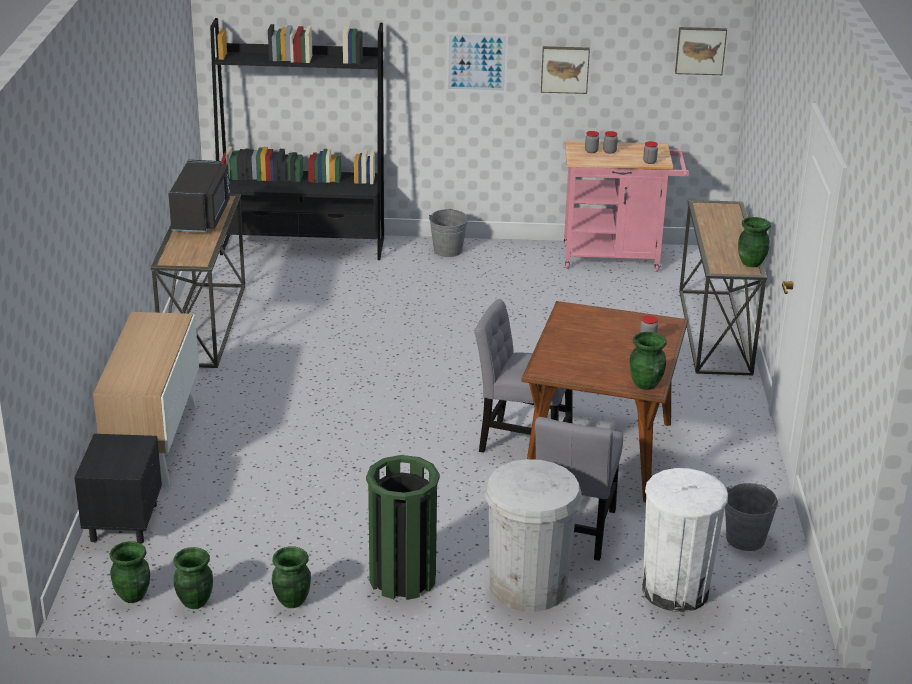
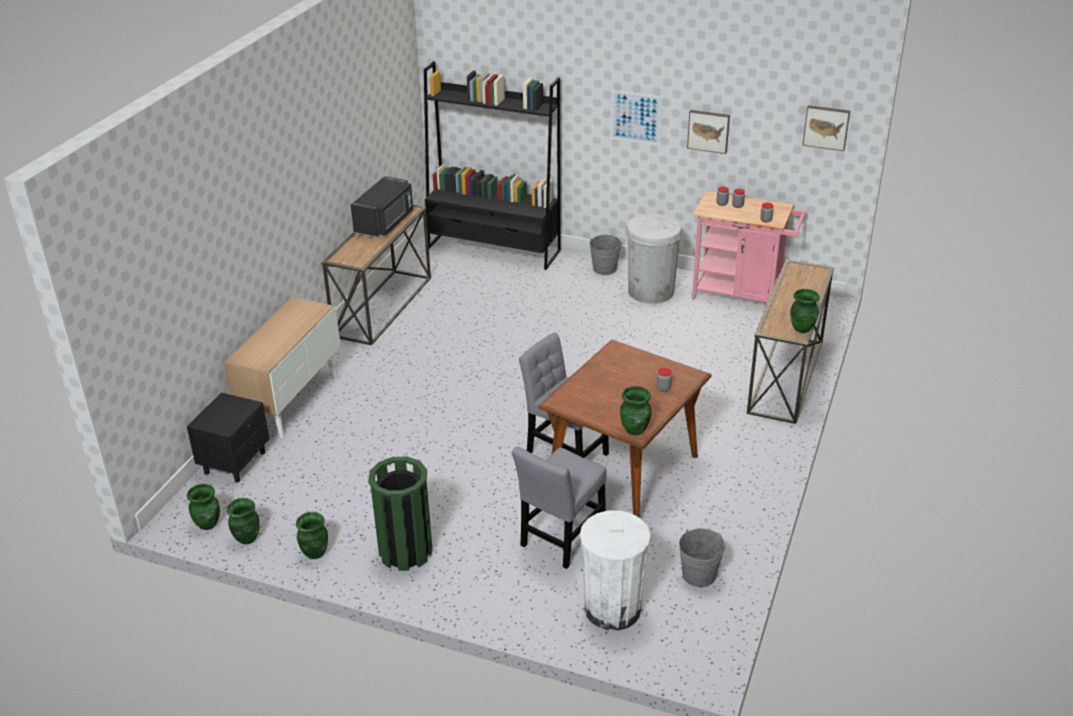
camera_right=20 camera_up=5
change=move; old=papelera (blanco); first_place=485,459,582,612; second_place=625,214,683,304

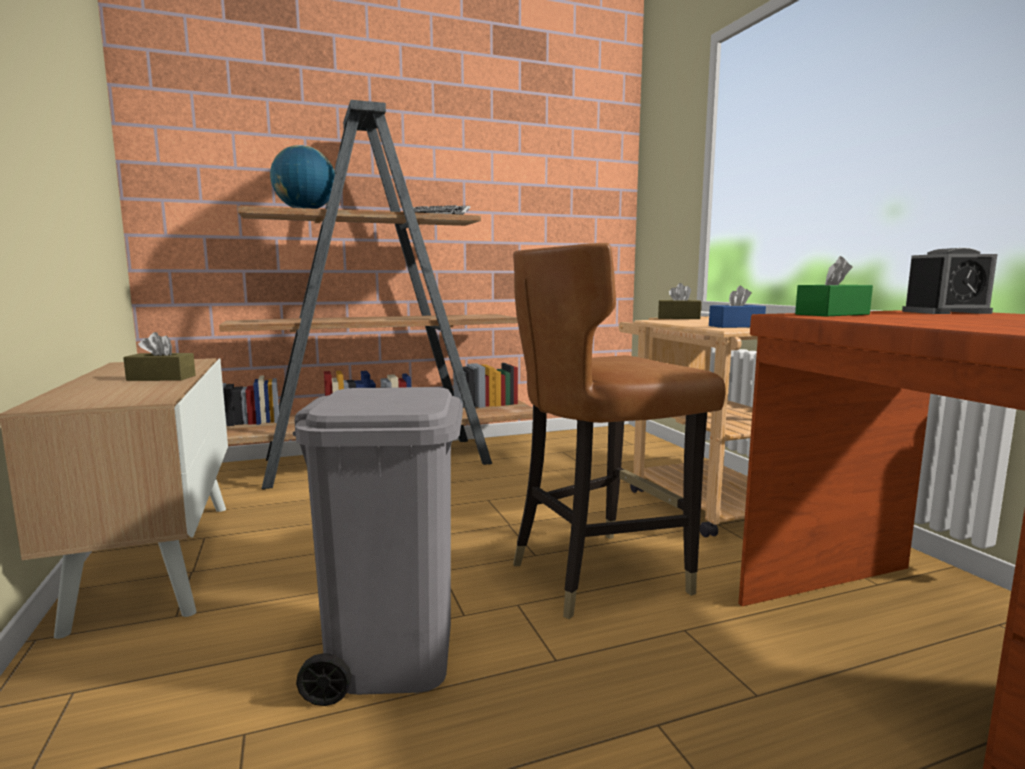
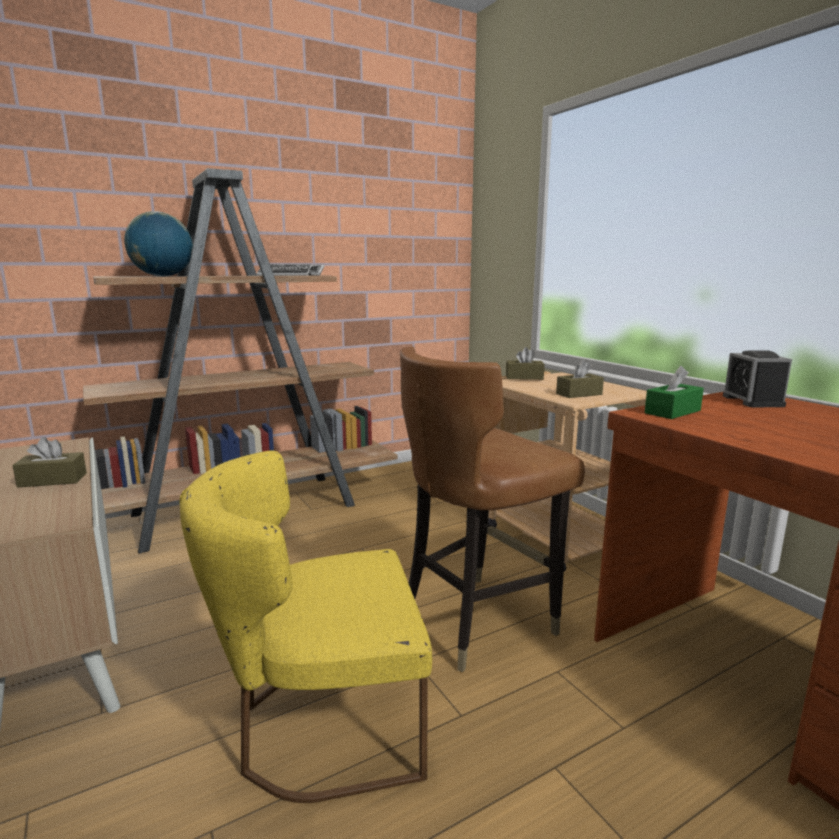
camera_right=-10 camera_up=5
change=rotate; old=despertador; first_place=902,248,997,314; second_place=723,350,792,407; degrees=105
change=recolor; old=caja de pañuelos (azul); new=caja de pañuelos (marrón); first_place=709,286,766,328; second_place=556,360,604,398
change=replace; old=papelera (gris); new=silla (amarillo); first_place=293,387,463,706; second_place=179,450,432,803

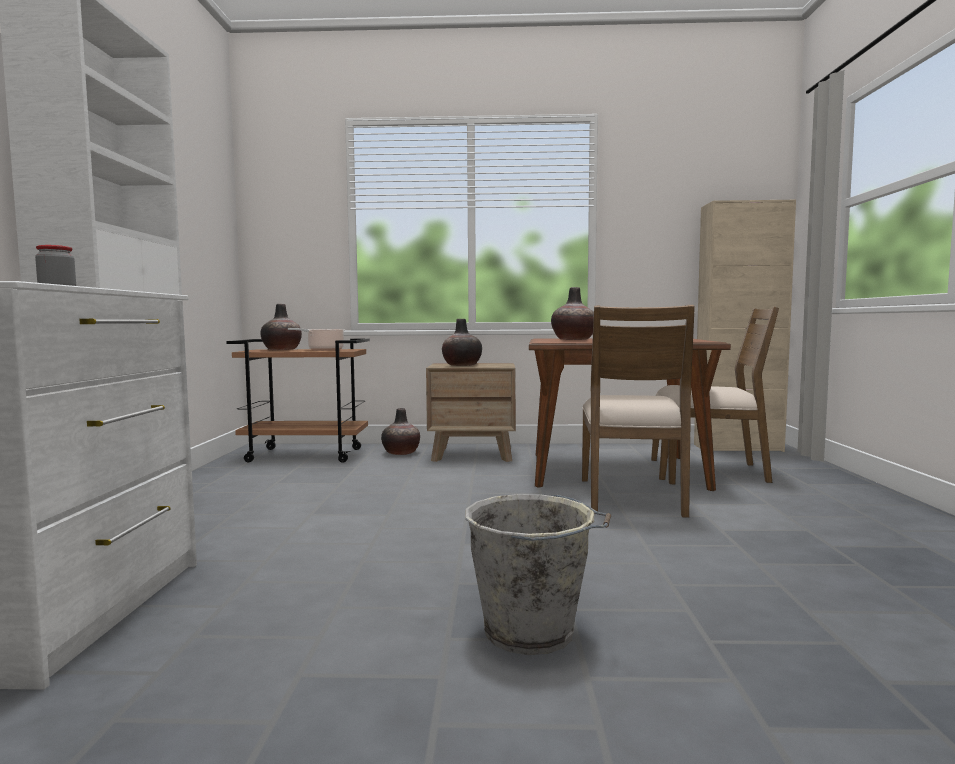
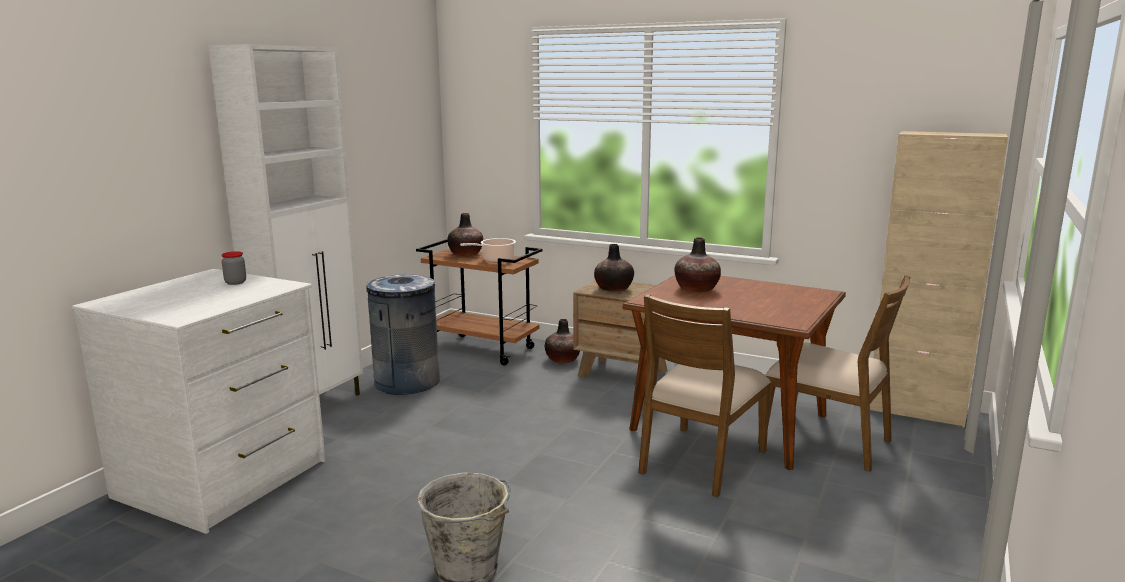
camera_right=25 camera_up=10
change=insert; new=papelera (gris); second_place=366,274,440,395

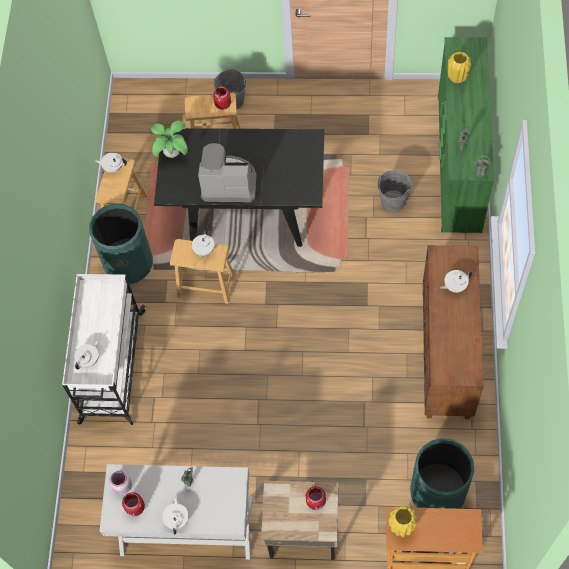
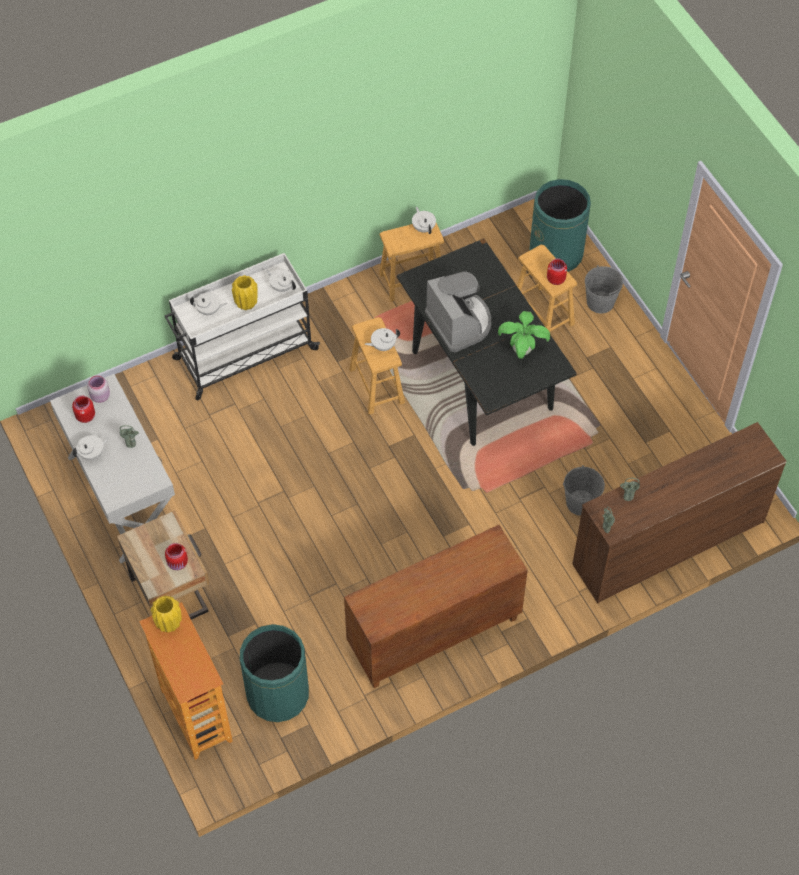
camera_right=55 camera_up=-5
change=recolor; old=cómoda (verde); new=cómoda (marrón); first_place=438,37,494,233; second_place=572,422,787,603
change=move; old=florero (amarillo); first_place=448,52,471,83; second_place=232,275,258,310
change=move; old=planta en maceta; first_place=151,121,188,158; second_place=498,311,550,359
change=move; old=papelera (verde); first_place=89,203,153,284; second_place=529,179,591,272
change=move; old=tetera (blanco); first_place=440,270,472,293; second_place=266,269,296,292

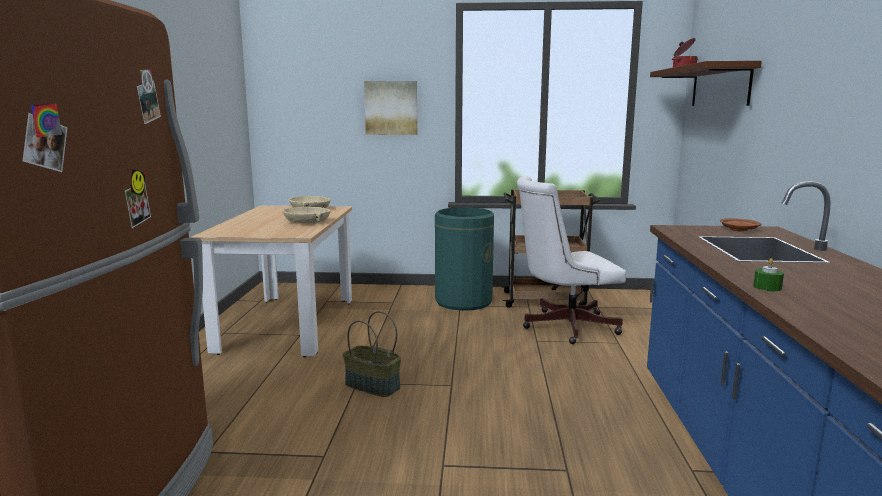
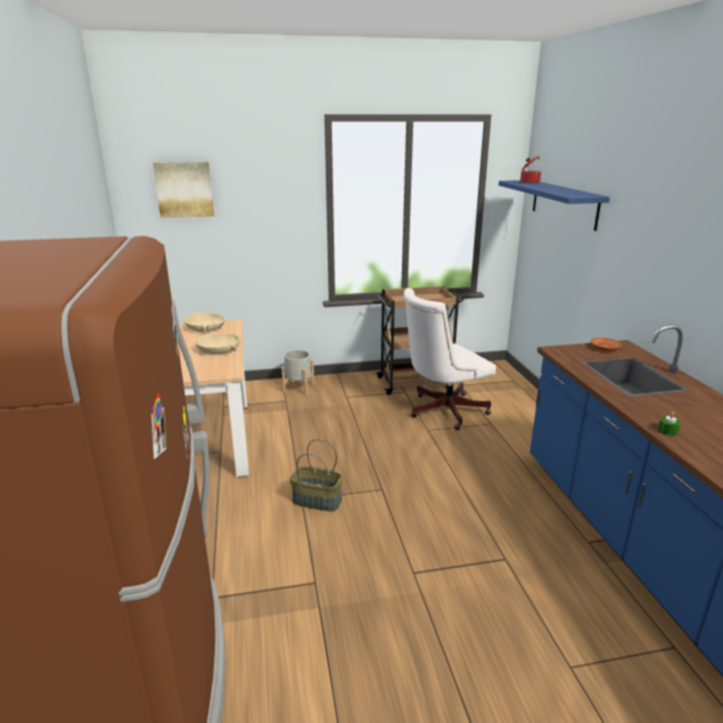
camera_right=-15 camera_up=10
change=recolor; old=estante (marrón); new=estante (azul); first_place=650,61,762,106; second_place=499,180,610,231
change=move; old=cuadro; first_place=364,81,417,135; second_place=153,161,214,218
change=delete; old=papelera (verde); first_place=435,207,494,311
change=insert; new=maceta (gris); second_place=281,350,314,395

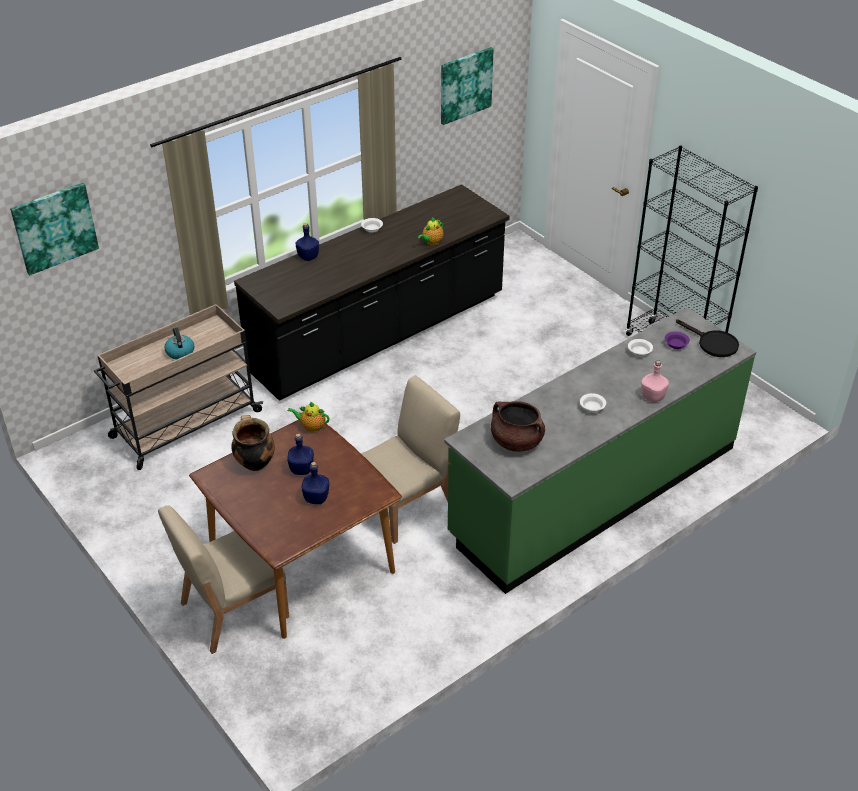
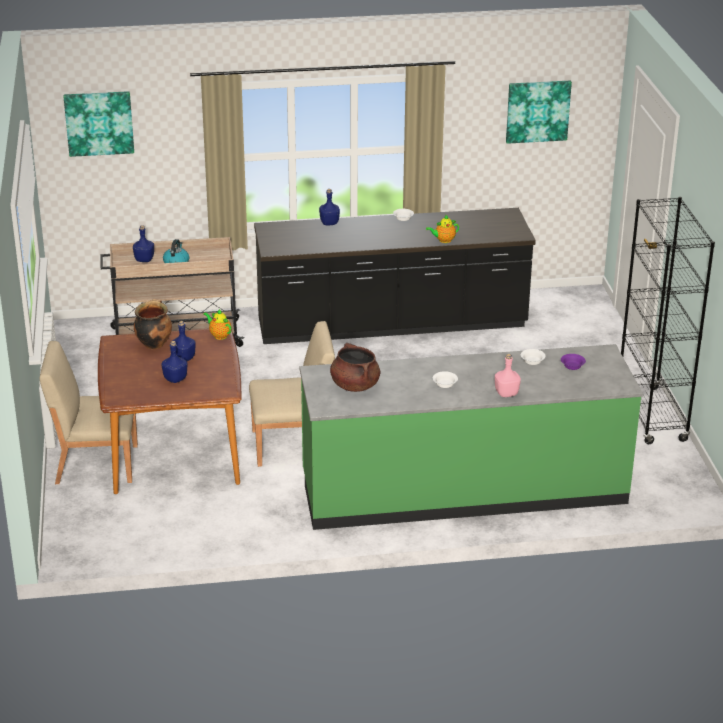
camera_right=30 camera_up=-10
change=delete; old=sartén (negro); first_place=676,319,739,357
change=insert; new=botella (azul); second_place=133,225,154,262

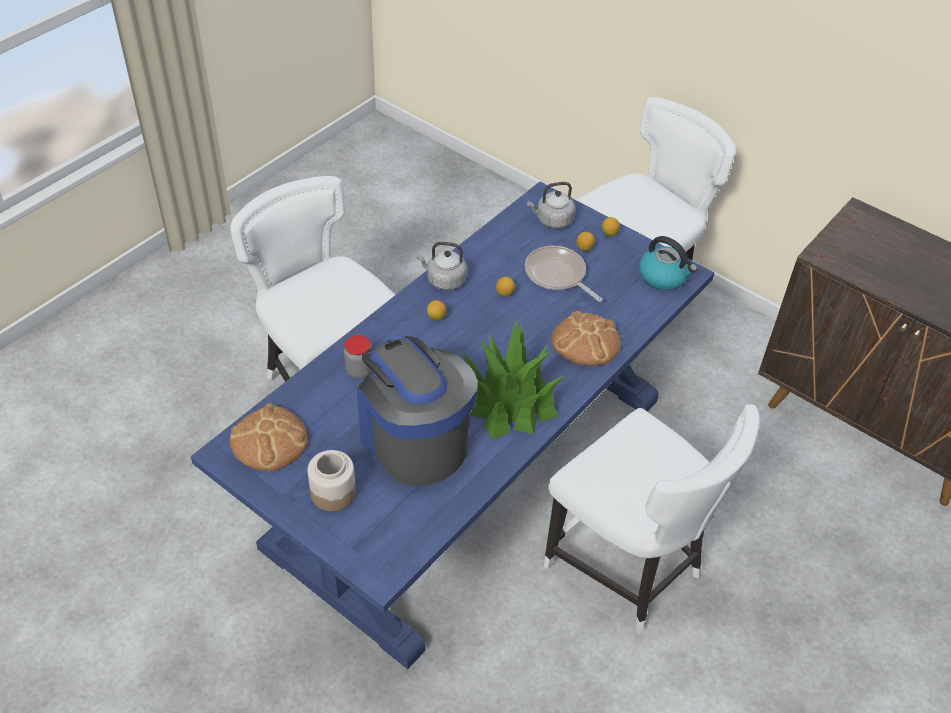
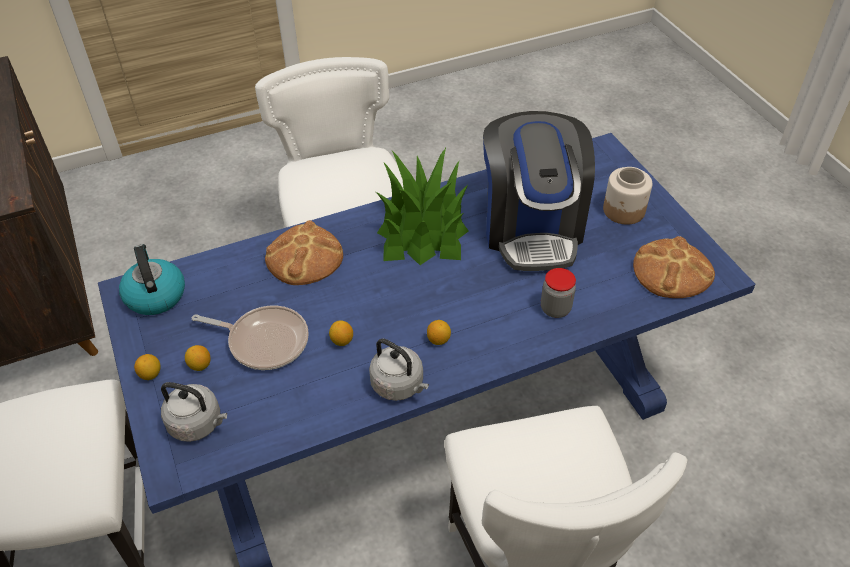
camera_right=-150 camera_up=0
change=rotate; old=sartén; first_place=525,246,603,302; second_place=192,306,309,370; degrees=-60

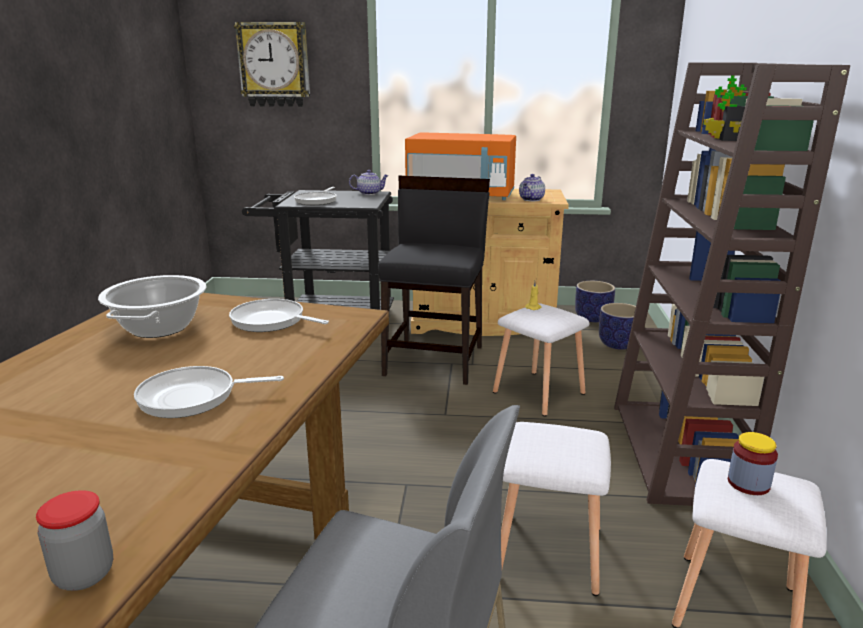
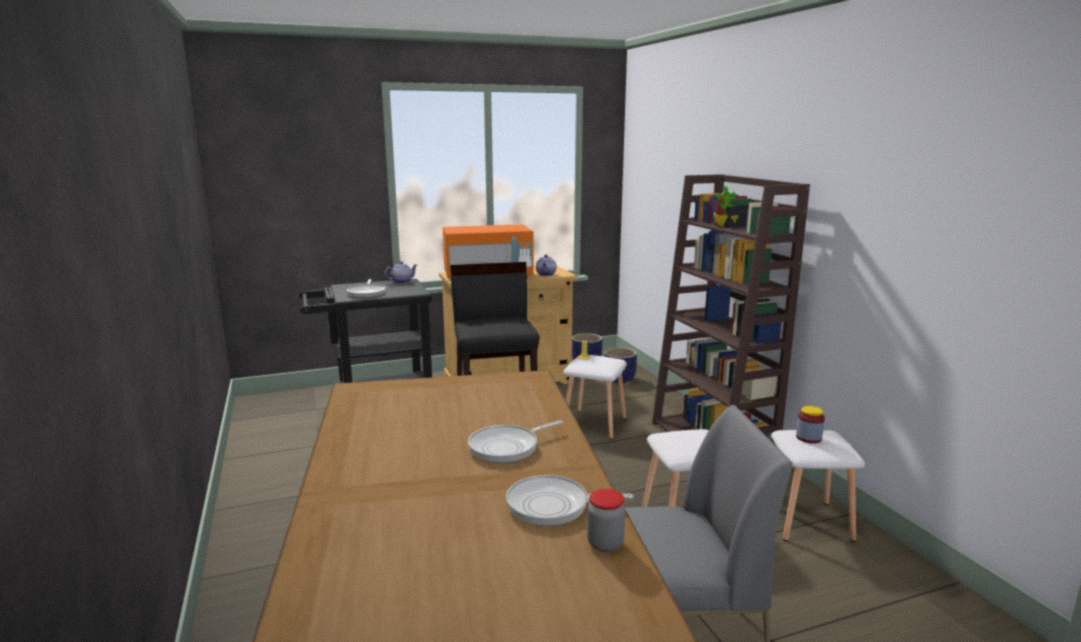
camera_right=-25 camera_up=-5
change=delete; old=reloj de pared; first_place=234,22,310,107
change=delete; old=olla; first_place=98,275,207,338
change=move; old=sartén; first_place=229,299,329,332; second_place=506,475,633,526

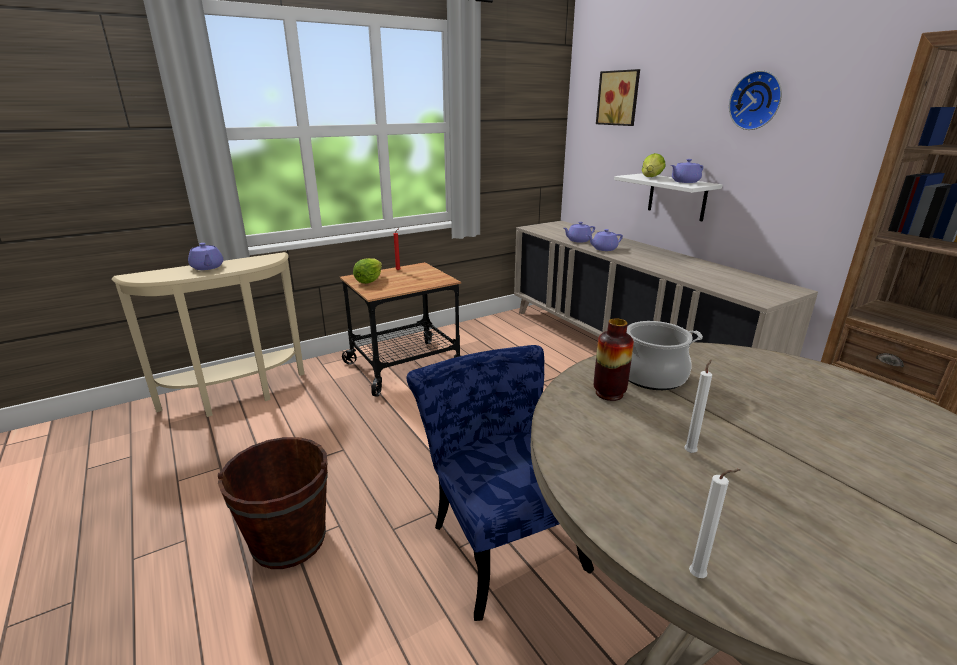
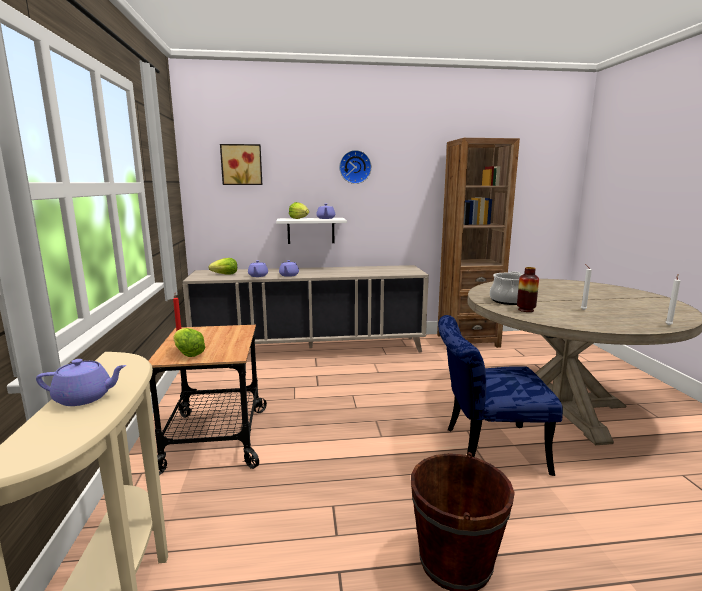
camera_right=-65 camera_up=-10
change=insert; new=lechuga; second_place=208,258,237,275

